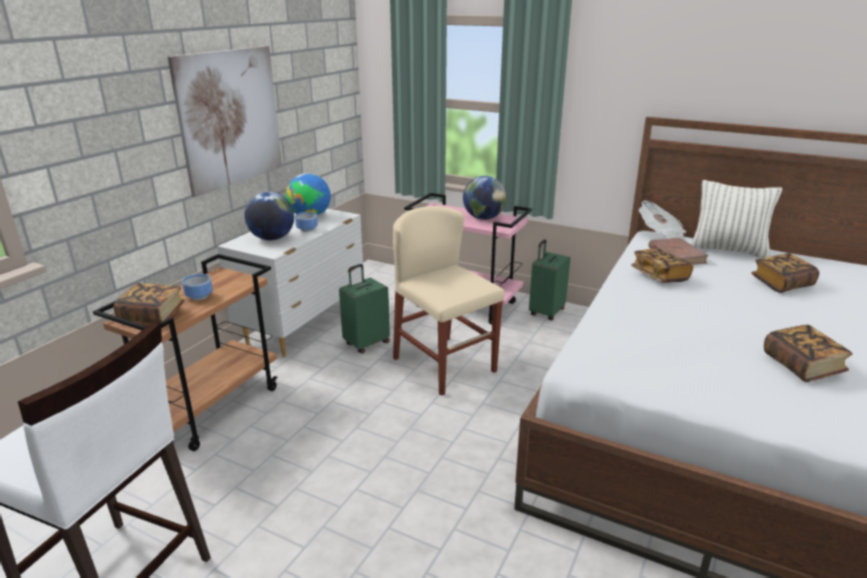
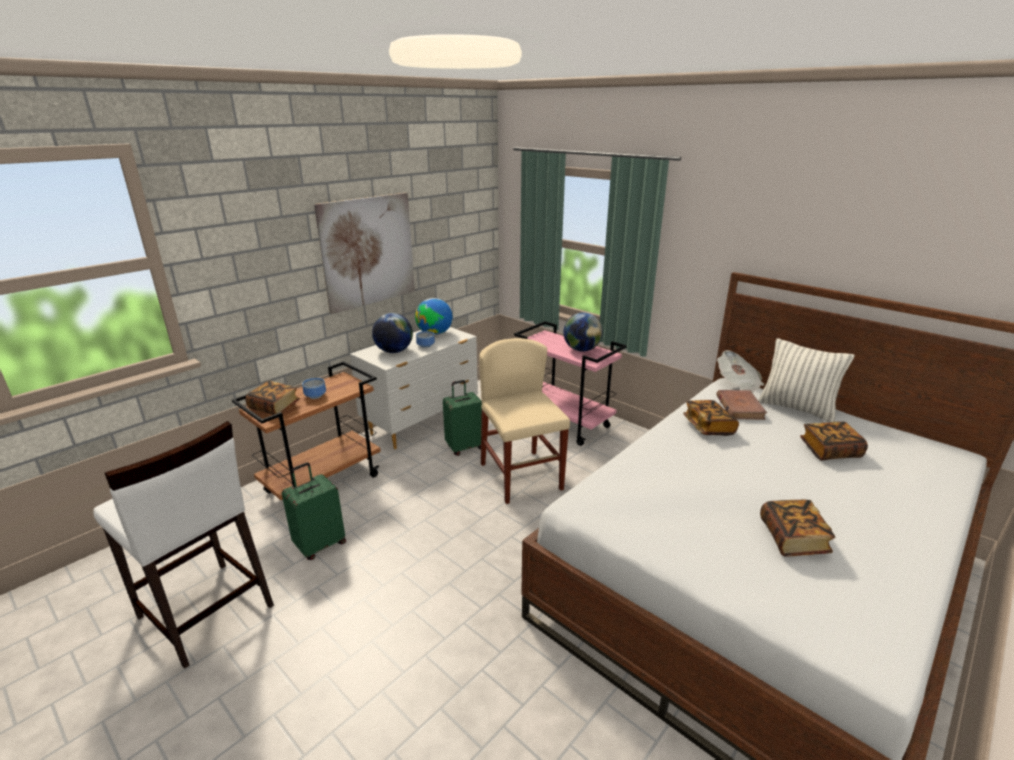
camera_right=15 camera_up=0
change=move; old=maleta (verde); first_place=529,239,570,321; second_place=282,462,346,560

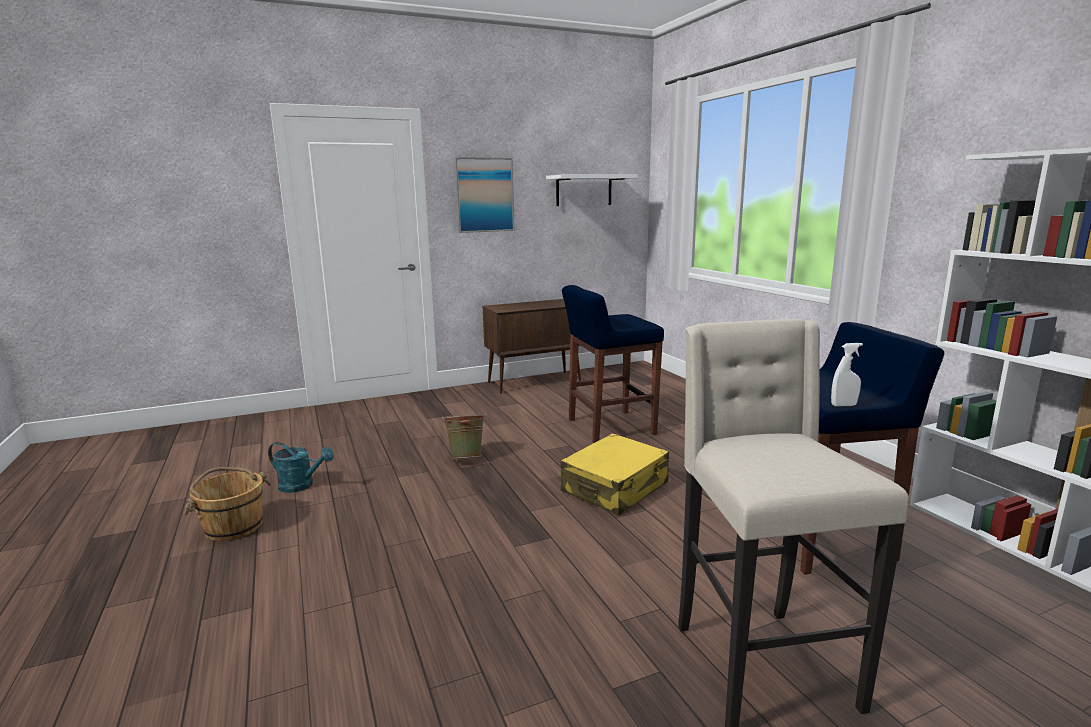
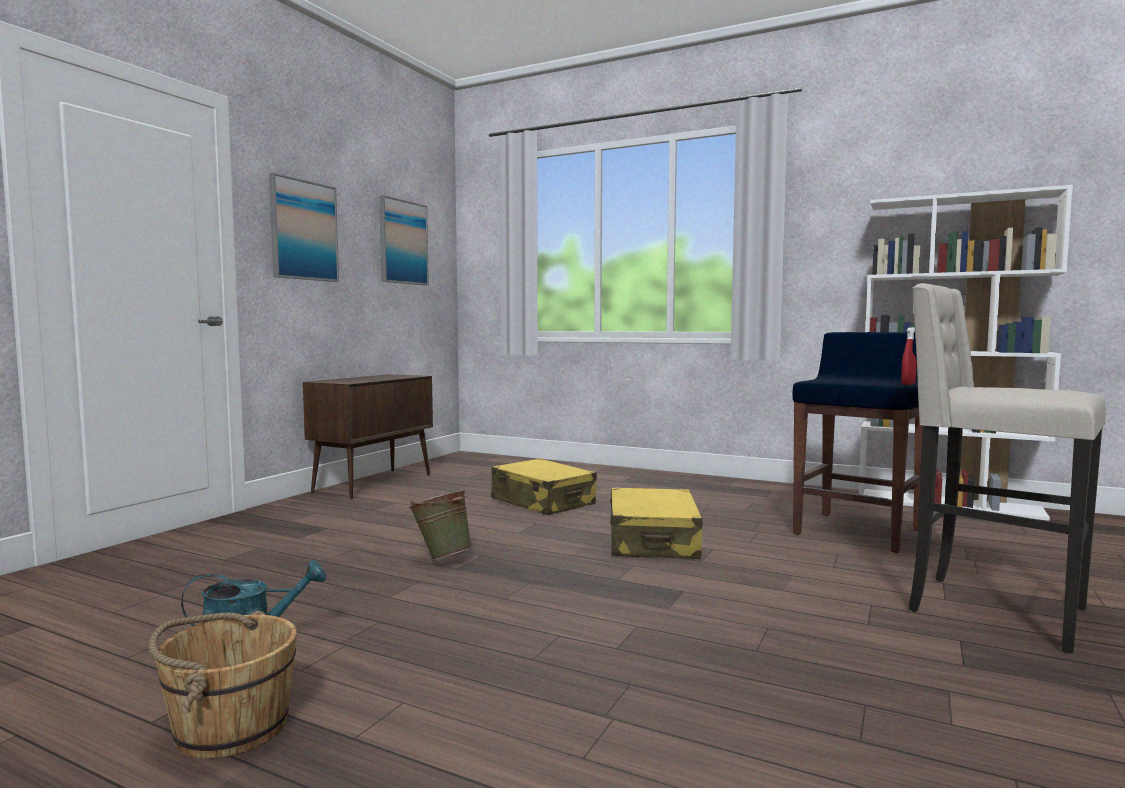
camera_right=-40 camera_up=-10
change=replace; old=estante (blanco); new=cuadro; first_place=546,174,638,206; second_place=379,195,429,285
change=replace; old=taburete (azul); new=maleta (amarillo); first_place=562,285,664,443; second_place=491,458,597,515
change=recolor; old=pulverizador (blanco); new=pulverizador (rojo); first_place=831,343,863,407; second_place=901,327,917,385

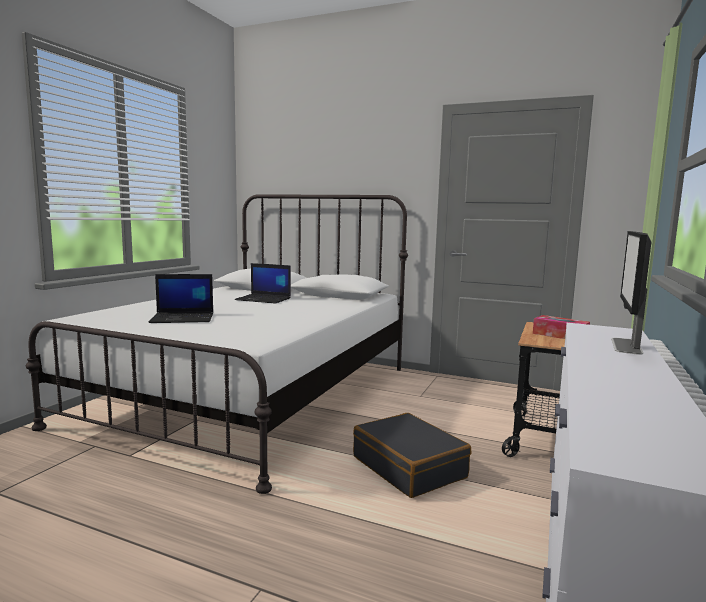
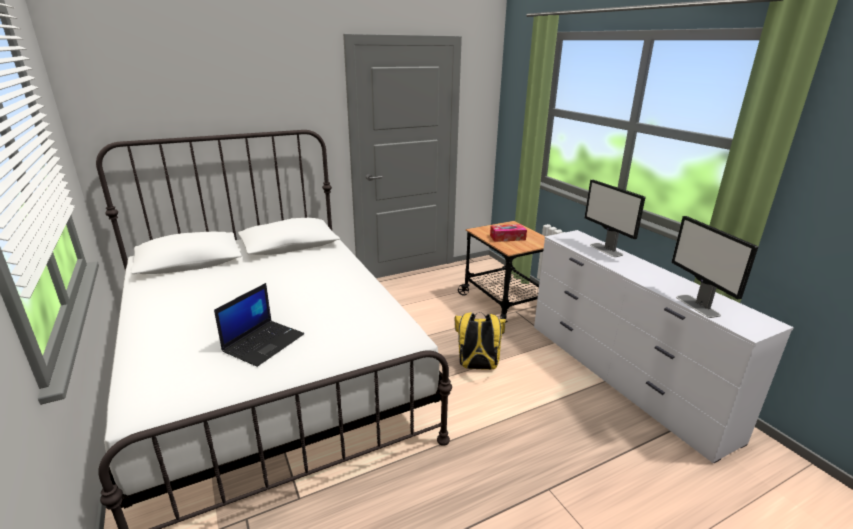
camera_right=-50 camera_up=15
change=delete; old=portátil; first_place=235,263,291,304
change=replace; old=maleta (negro); new=mochila (amarillo); first_place=353,413,471,498; second_place=455,312,506,370
change=insert; new=monitor; second_place=672,216,758,318

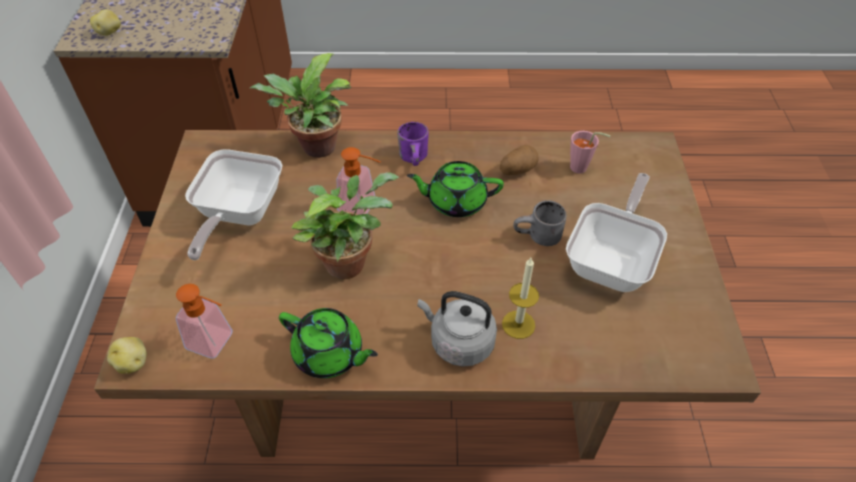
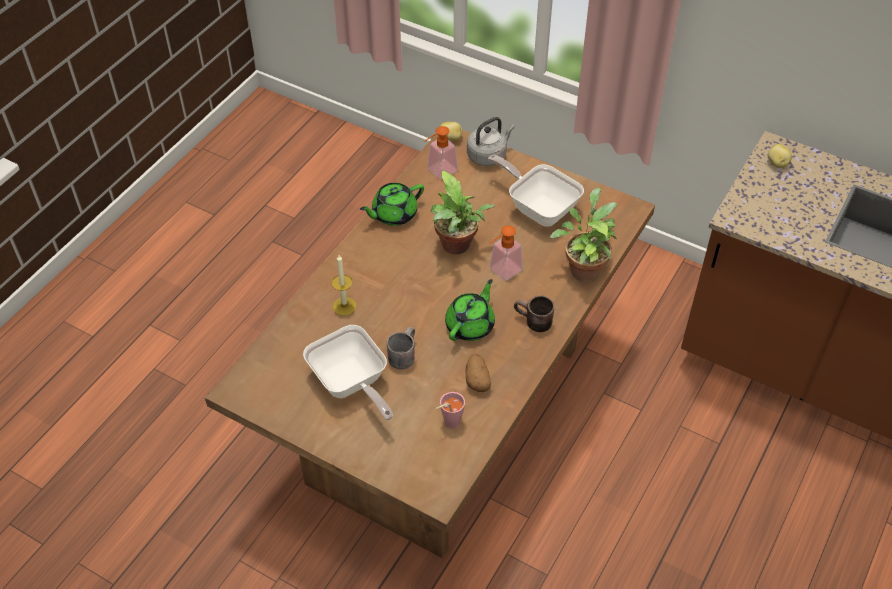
camera_right=120 camera_up=0
change=recolor; old=taza grande (morado); new=taza grande (marrón); first_place=397,122,429,166; second_place=514,296,554,332
change=move; old=hervidor (gris); first_place=418,291,497,367; second_place=467,117,515,166

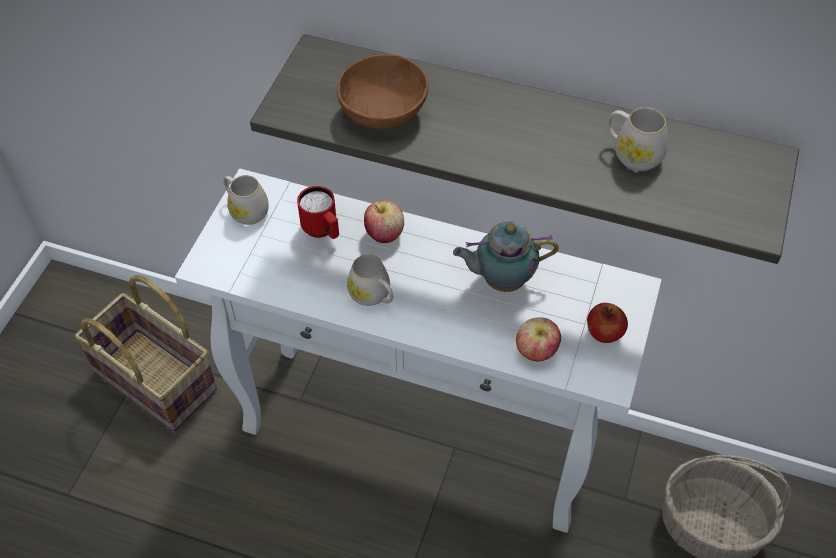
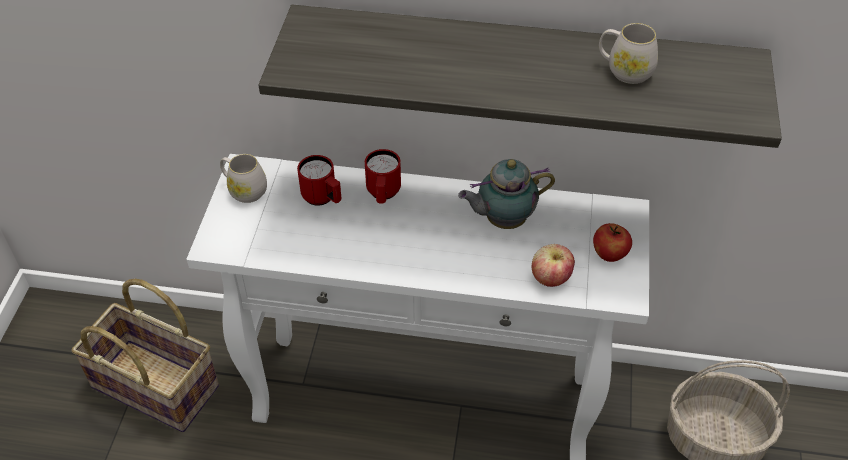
camera_right=-10 camera_up=-5
change=delete; old=cuenco (marrón); first_place=337,55,429,129
change=replace; old=manzana; new=taza grande (rojo); first_place=364,200,404,243; second_place=365,149,401,204
change=delete; old=taza grande (blanco); first_place=347,255,394,306

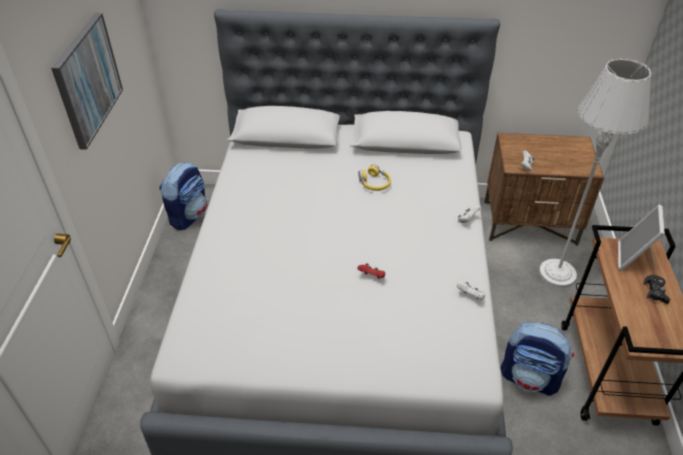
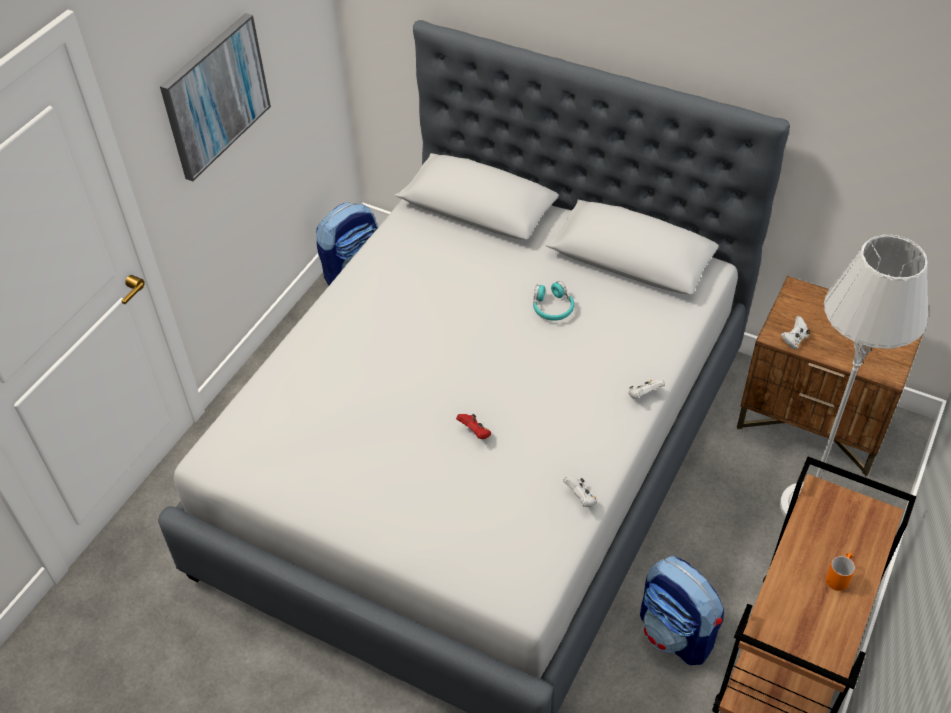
camera_right=25 camera_up=5
change=recolor; old=auriculares (amarillo); new=auriculares (turquesa); first_place=358,164,391,191; second_place=533,281,574,321
change=delete; old=portarretratos; first_place=618,205,665,271
change=replace; old=mando de consola (negro); new=taza grande (naranja); first_place=644,275,670,304; second_place=826,553,855,591

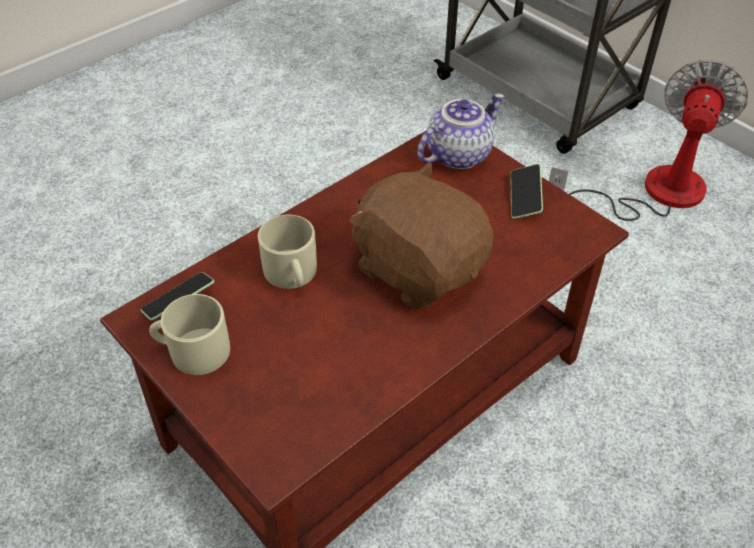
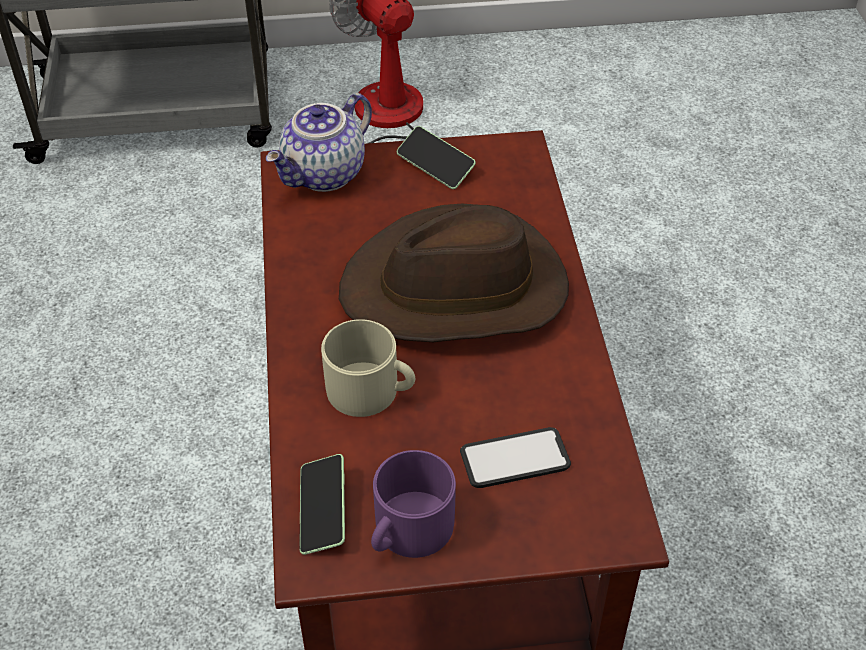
camera_right=-55 camera_up=0
change=rotate; old=tetera; first_place=417,93,505,169; second_place=266,93,372,192; degrees=-135
change=replace; old=peluche (marrón); new=sombrero (marrón); first_place=349,162,494,309; second_place=339,204,569,342
change=recolor; old=taza grande (beis); new=taza grande (morado); first_place=149,294,230,375; second_place=371,450,456,558
change=insert; new=móvil; second_place=460,427,571,488

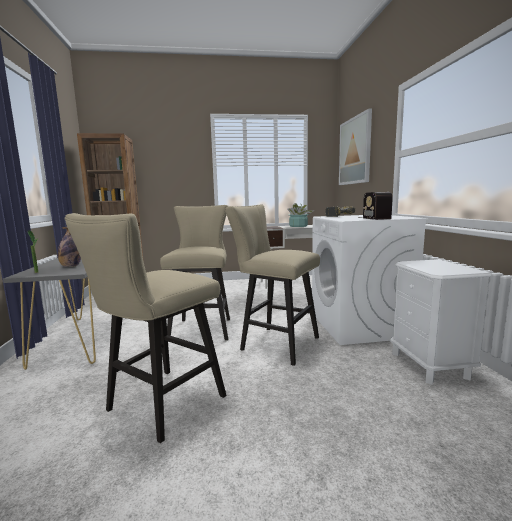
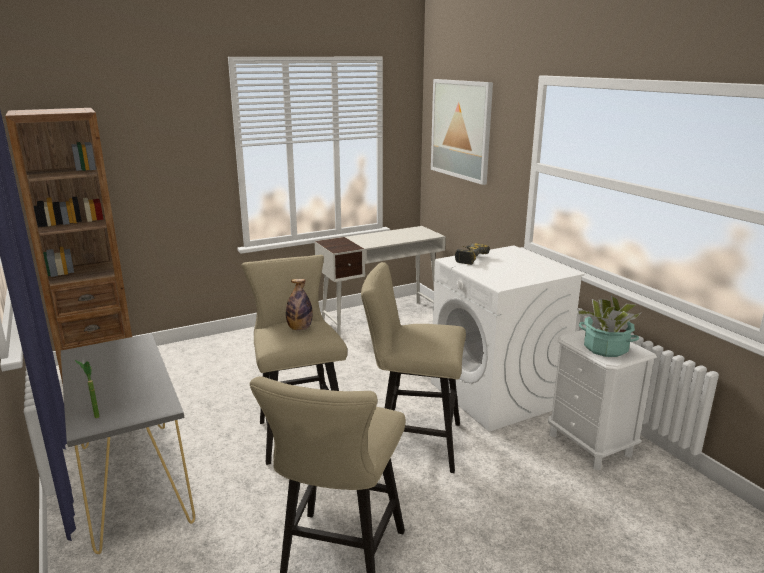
camera_right=-20 camera_up=10
change=delete; old=radio; first_place=357,192,393,220
change=move; old=planta en maceta; first_place=287,203,314,227; second_place=577,296,642,357
change=move; old=botella; first_place=58,227,81,267; second_place=286,279,313,331

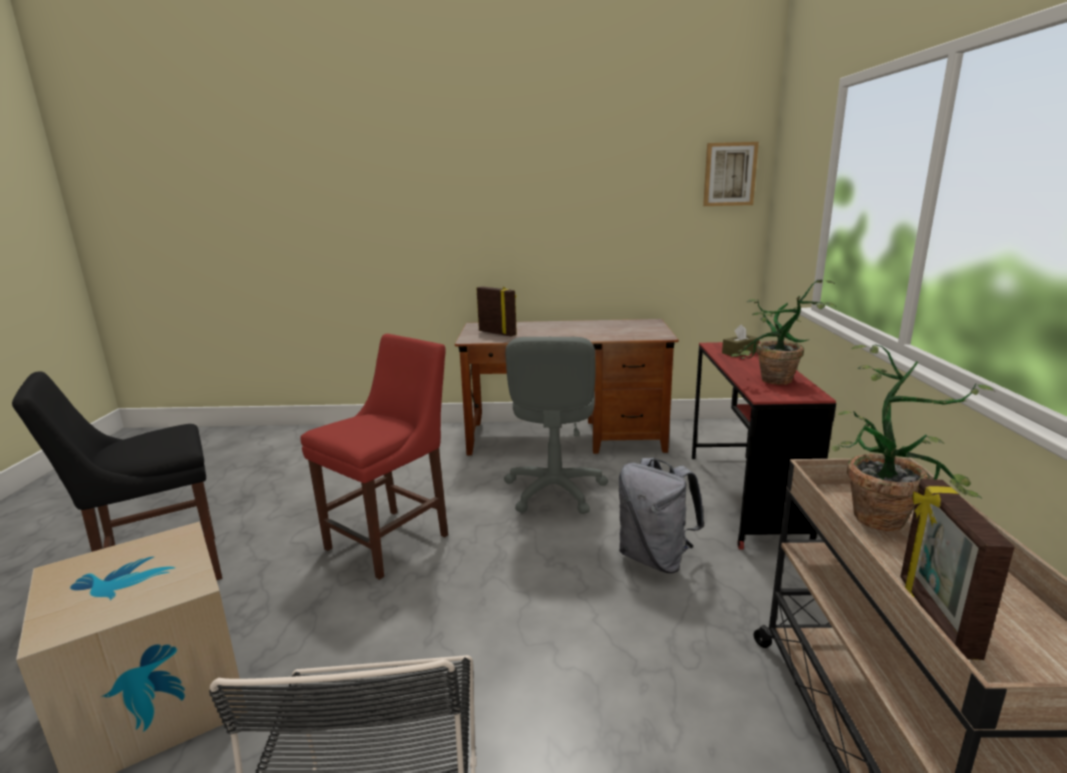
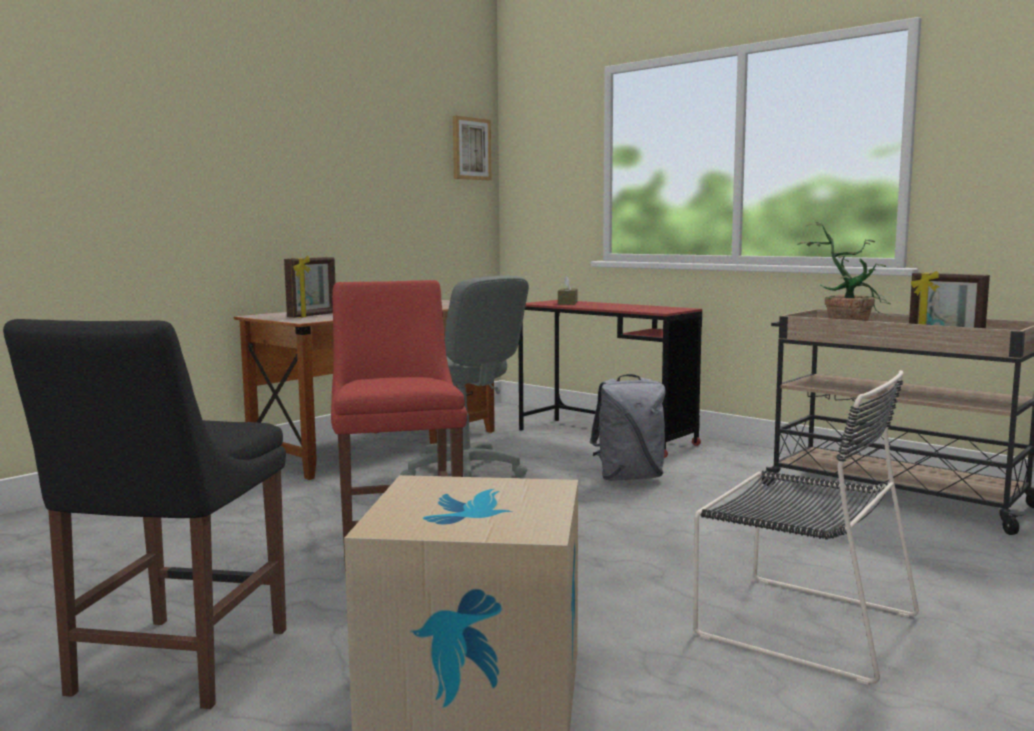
camera_right=-50 camera_up=-10
change=delete; old=planta en maceta; first_place=731,280,836,385
change=rotate; old=portarretratos; first_place=477,286,517,337; second_place=284,256,336,318; degrees=135

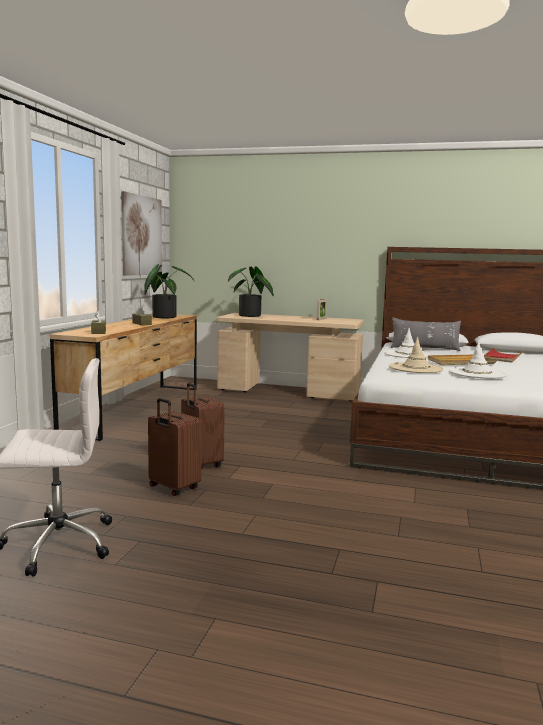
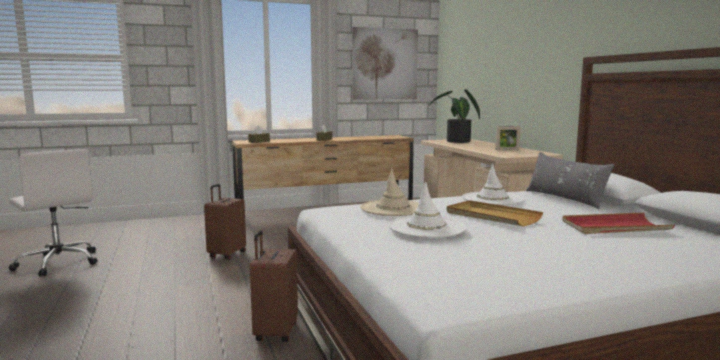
camera_right=55 camera_up=0
change=delete; old=planta en maceta; first_place=144,264,194,318
change=move; old=maleta (marrón); first_place=148,398,202,496; second_place=250,230,298,342

